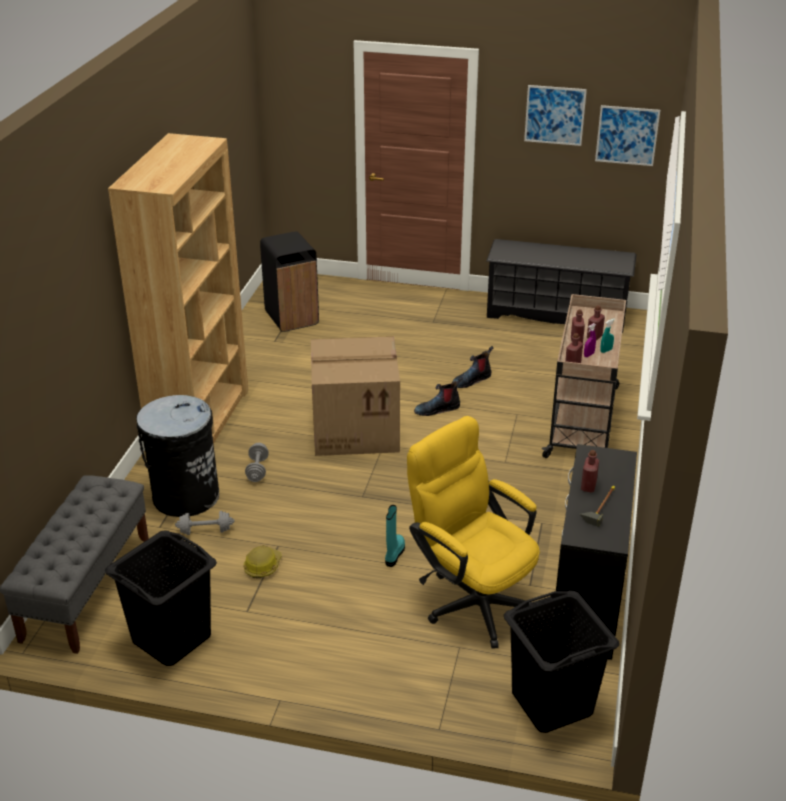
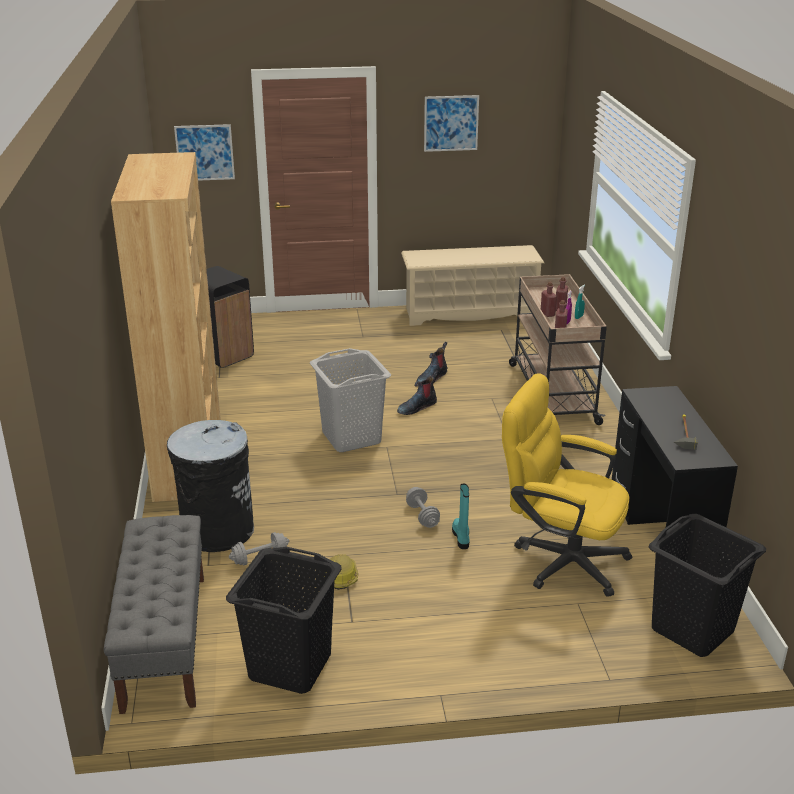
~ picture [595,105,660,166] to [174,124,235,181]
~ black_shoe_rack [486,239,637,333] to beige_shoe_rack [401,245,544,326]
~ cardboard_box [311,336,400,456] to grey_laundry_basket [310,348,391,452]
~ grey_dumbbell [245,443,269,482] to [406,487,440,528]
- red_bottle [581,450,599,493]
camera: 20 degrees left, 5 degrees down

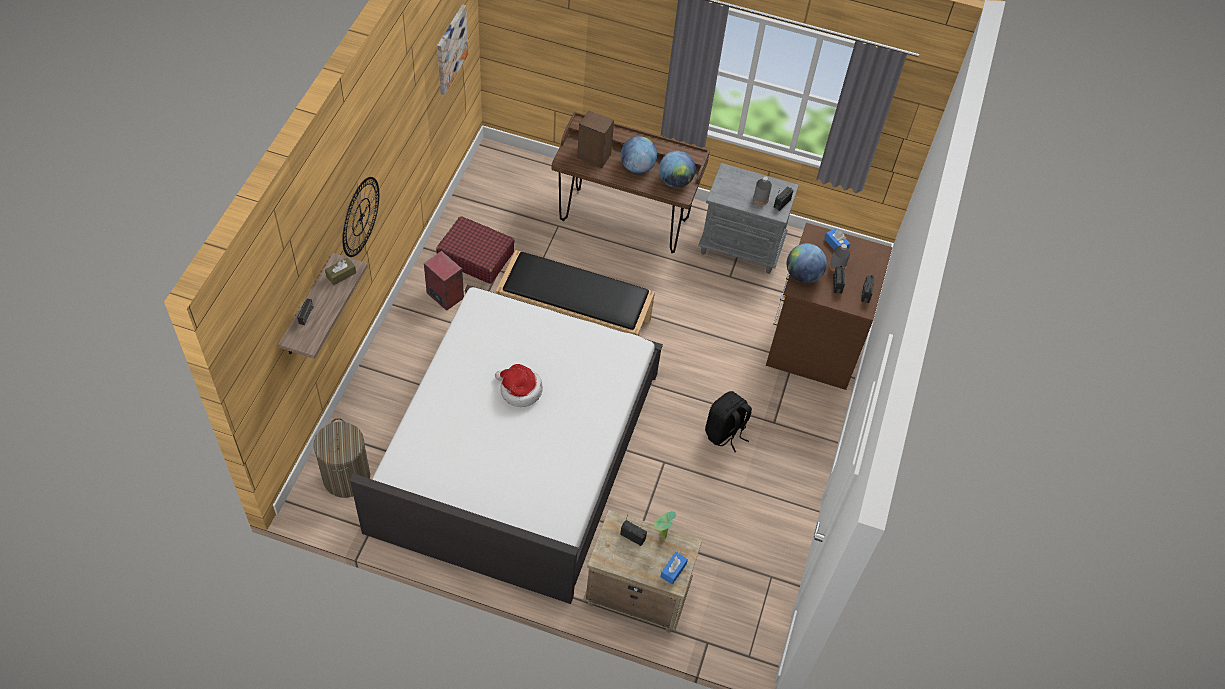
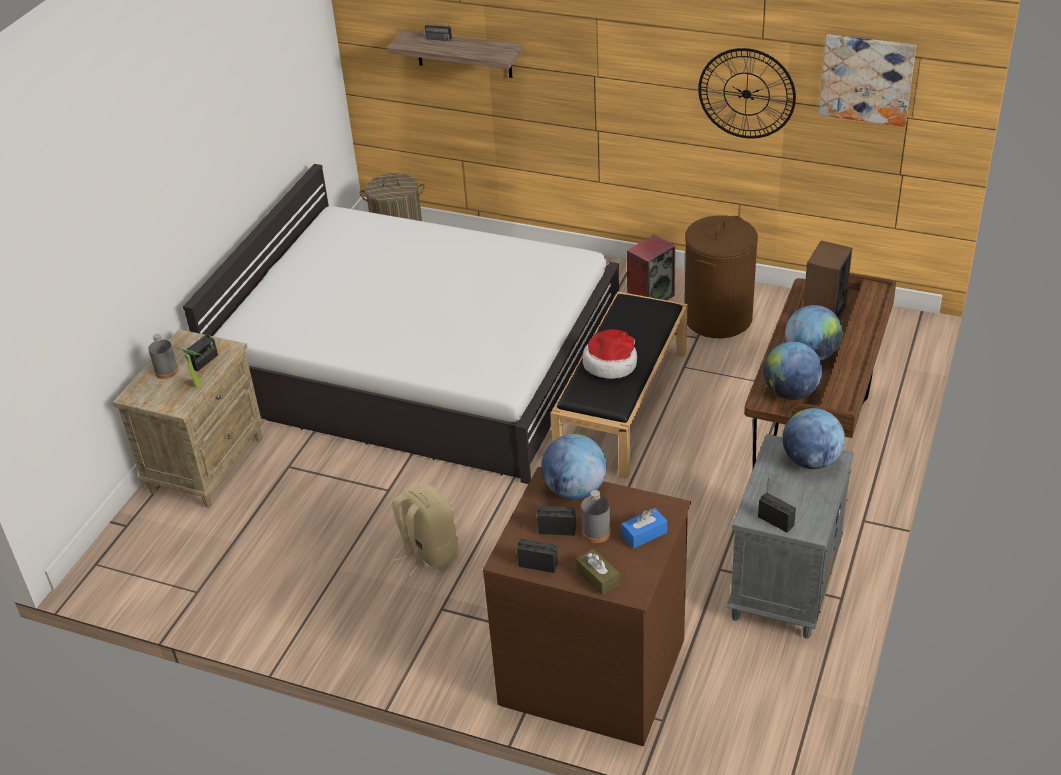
~ grey_bottle [753,176,772,205] to [148,334,178,379]
~ wall_clock [342,177,379,257] to [698,48,796,139]
~ red_suitcase [436,216,515,284] to brown_laundry_basket [684,215,758,338]
~ brown_tissue_box [325,257,356,285] to [576,549,620,595]
~ hat [495,364,543,407] to [583,329,637,379]
~ black_backpack [705,391,752,452] to beige_backpack [393,484,458,576]
- blue_tissue_box [660,552,688,585]
+ globe [783,408,845,469]
camera: 100 degrees right, 15 degrees down

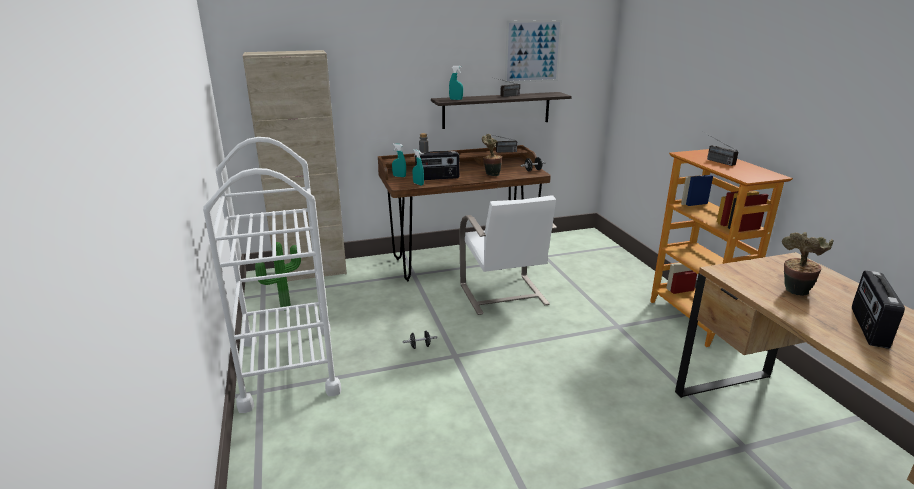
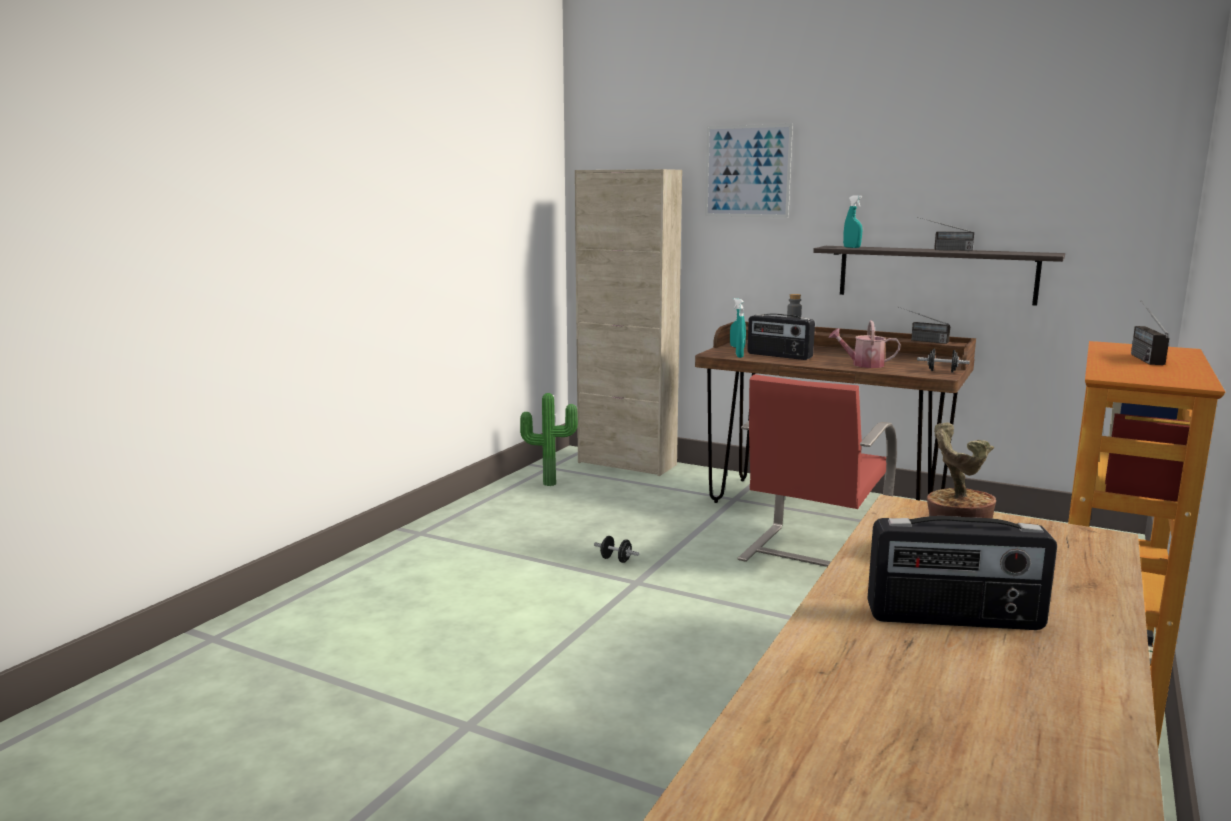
~ picture [505,20,562,83] to [705,124,793,218]
~ potted_plant [482,134,502,176] to watering_can [828,321,901,368]
- white_cart [203,137,341,413]
~ white_chair [459,196,557,315] to red_chair [738,374,897,567]
~ radio [852,271,905,349] = [868,516,1057,630] 150 degrees counterclockwise
camera: 45 degrees right, 10 degrees down

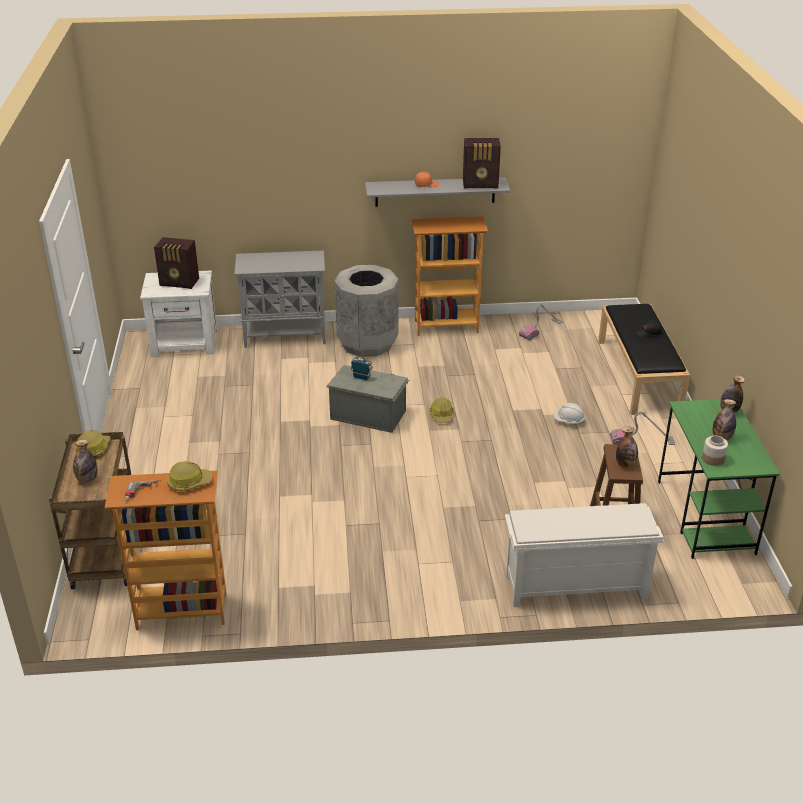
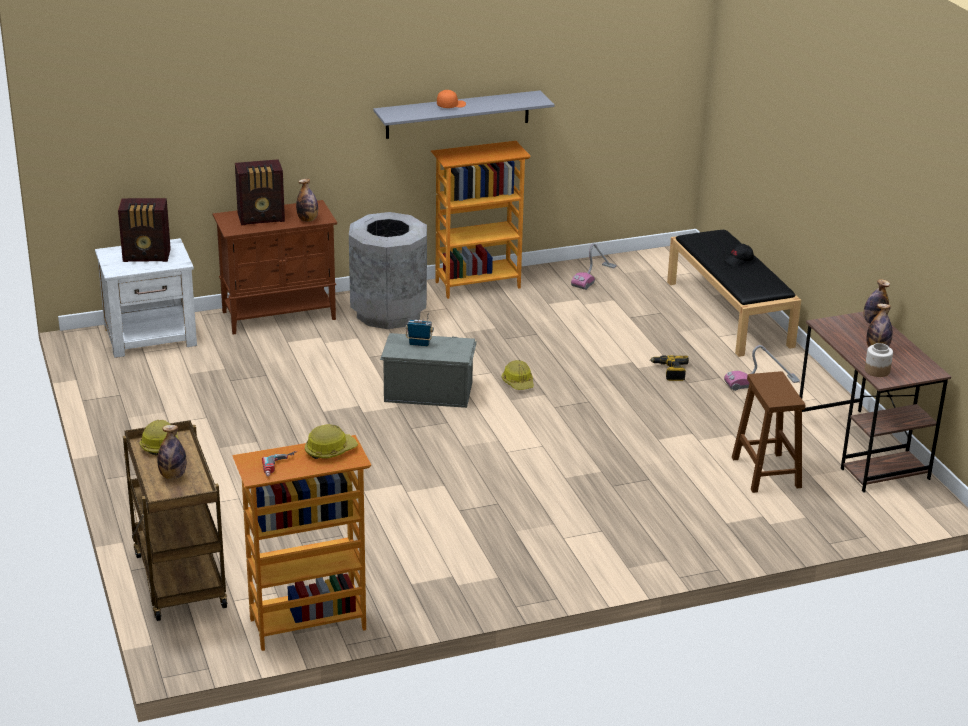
~ radio [463,138,501,189] to [235,159,285,225]
~ grey_cabinet [234,250,326,348] to brown_cabinet [213,200,337,334]
~ green_desk [658,399,780,559] to brown_desk [799,312,951,493]
~ white_hard_hat [554,403,585,424] to power_drill [650,355,689,381]
~ bottle [616,426,638,468] to [296,179,318,222]
- white_shoe_rack [505,503,663,607]
camera: 15 degrees left, 5 degrees down

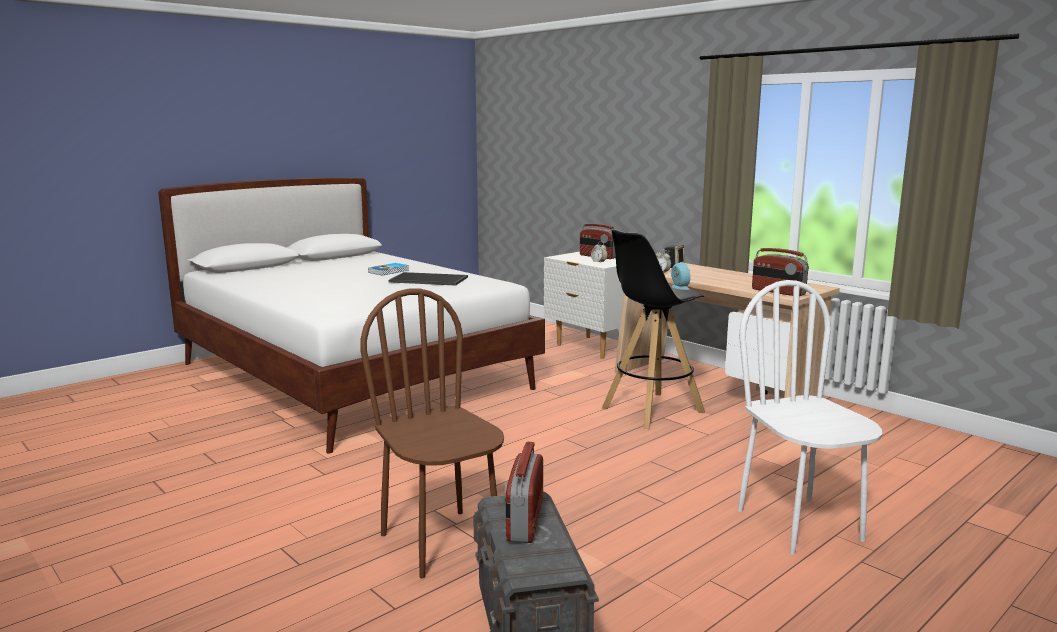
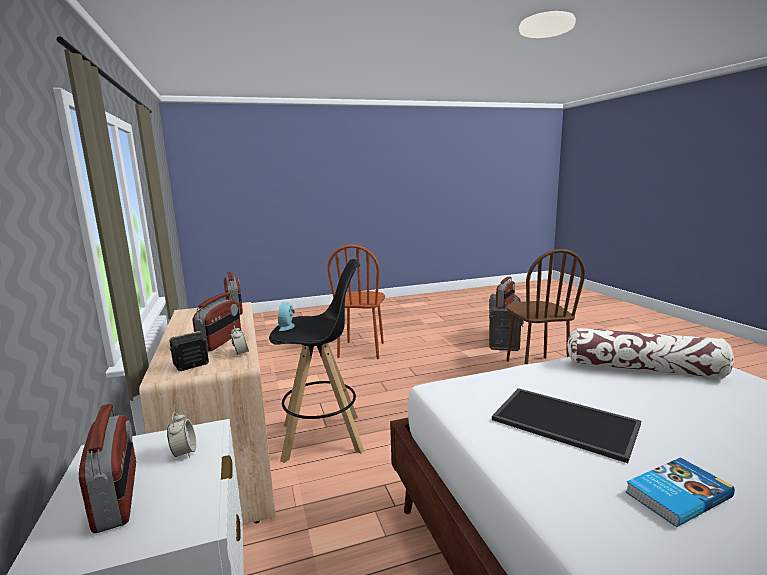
~ white_chair [738,280,882,554] to brown_chair [327,245,385,359]
+ radio [193,293,241,351]
+ pillow [567,327,734,378]
camera: 155 degrees left, 0 degrees up

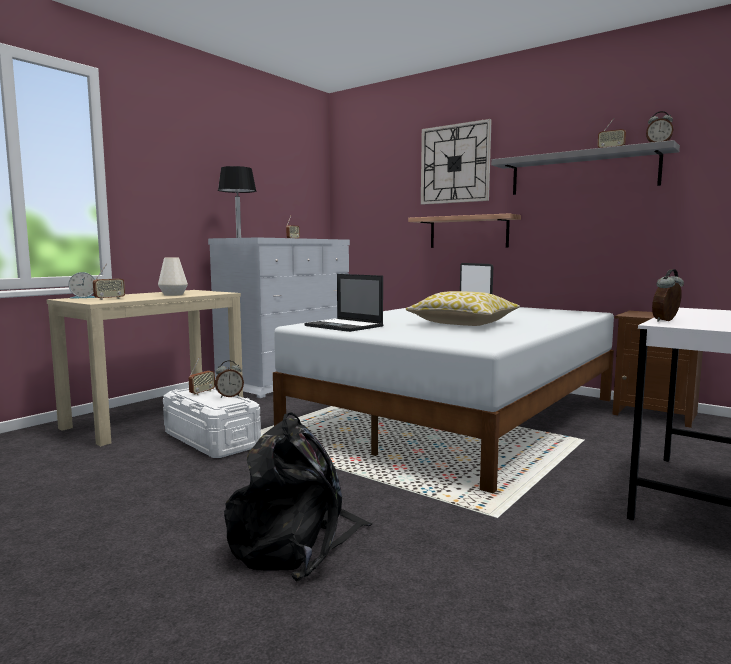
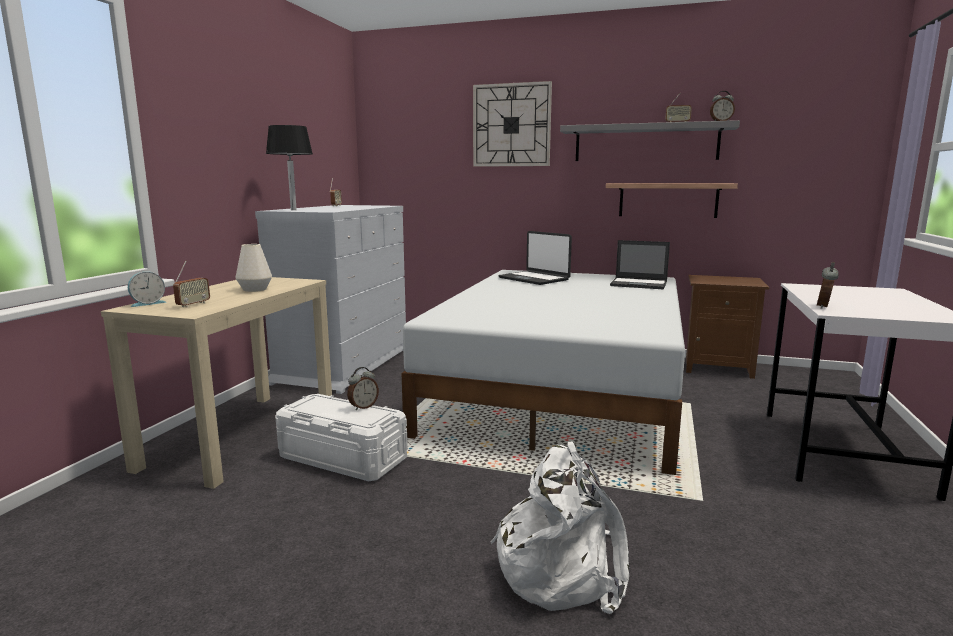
~ shelf [408,214,521,248] to [606,183,738,218]
~ laptop [304,274,383,332] to [610,240,670,289]
- pillow [405,291,520,326]
- radio [189,358,215,395]
~ black_backpack [224,412,373,581] to white_backpack [490,442,629,614]
camera: 20 degrees left, 5 degrees up

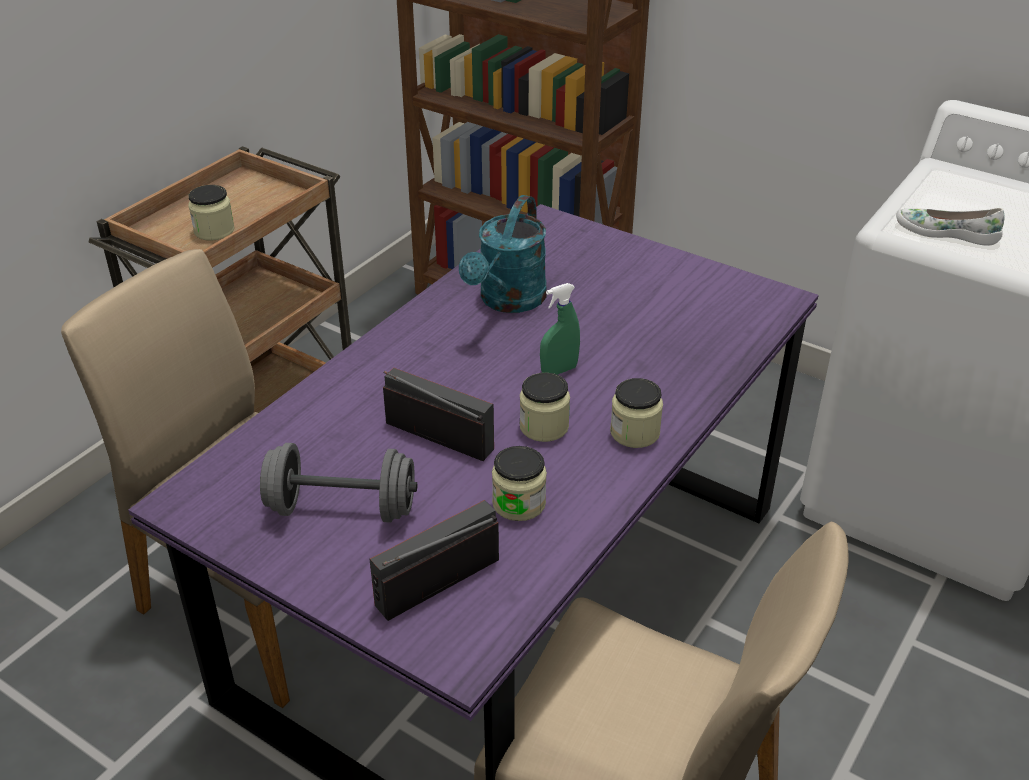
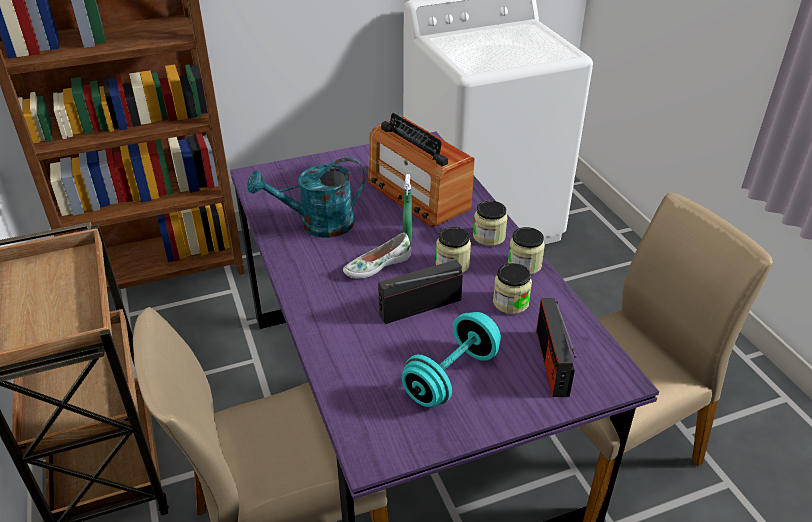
~ jar [188,185,235,241] to [508,227,545,274]
~ turquoise_watering_can [459,195,547,313] = [247,157,365,238] 105 degrees clockwise
~ white_shoe [896,208,1005,246] to [343,233,411,278]
~ grey_dumbbell [260,443,417,523] to turquoise_dumbbell [402,312,501,407]
+ radio [368,113,475,227]
camera: 55 degrees left, 0 degrees up

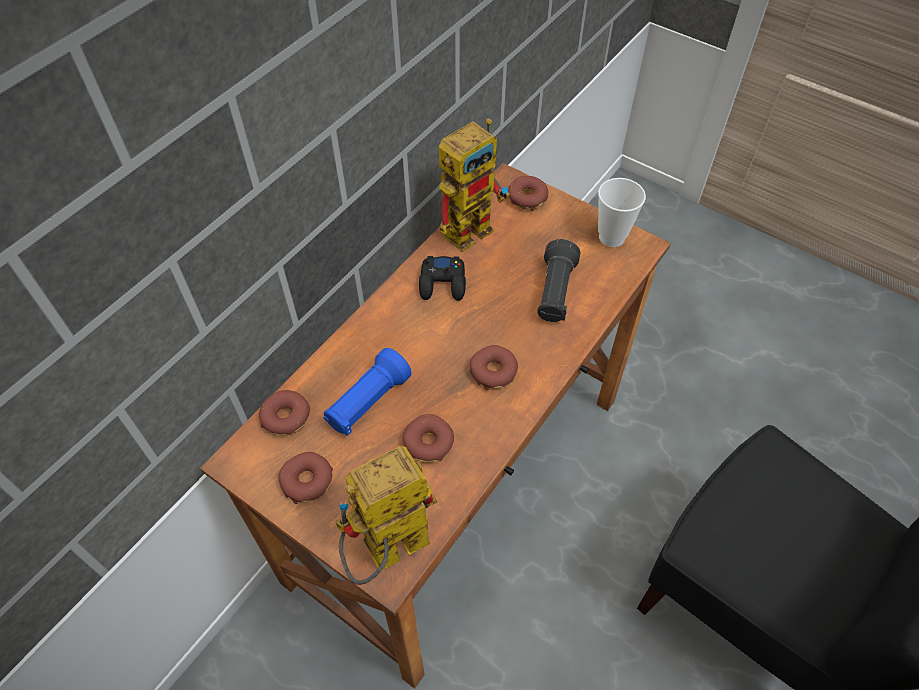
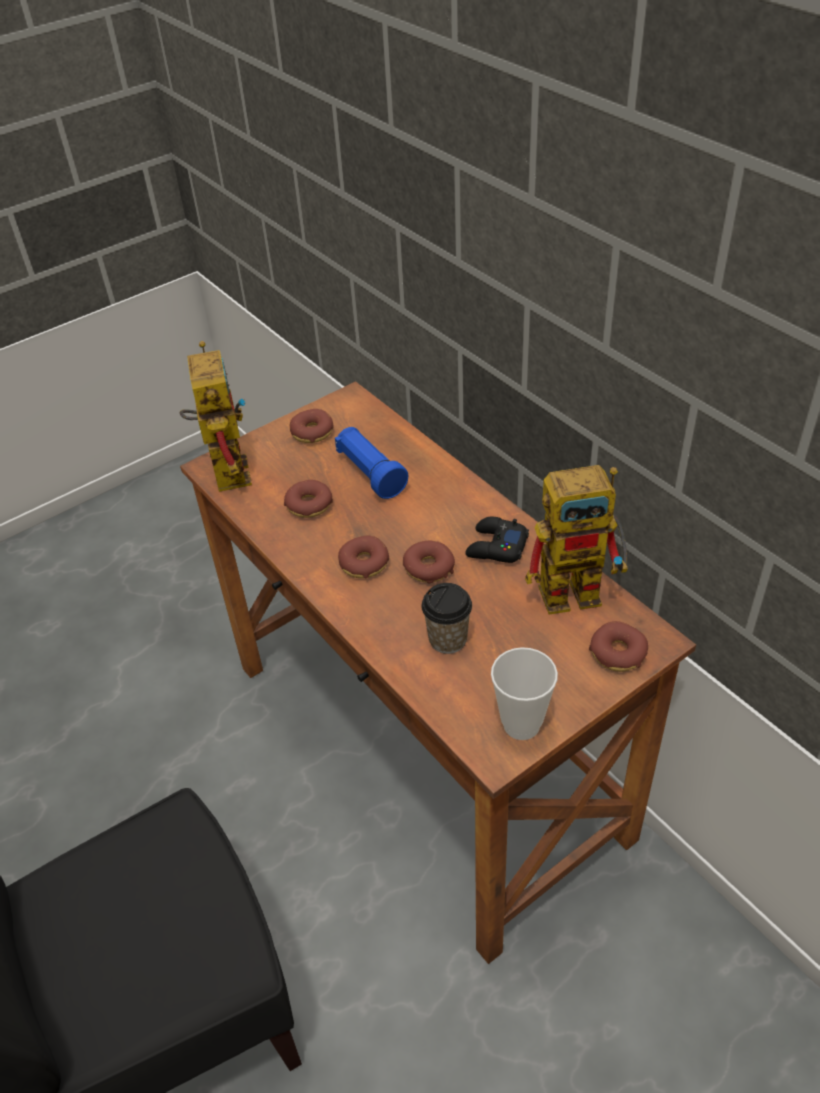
~ toy_robot [439,118,510,252] = [525,465,628,615] 75 degrees counterclockwise
~ black_flashlight [537,239,580,322] to cup [421,583,472,654]
~ donut [259,390,310,436] to [403,541,455,583]
camera: 110 degrees right, 10 degrees down

